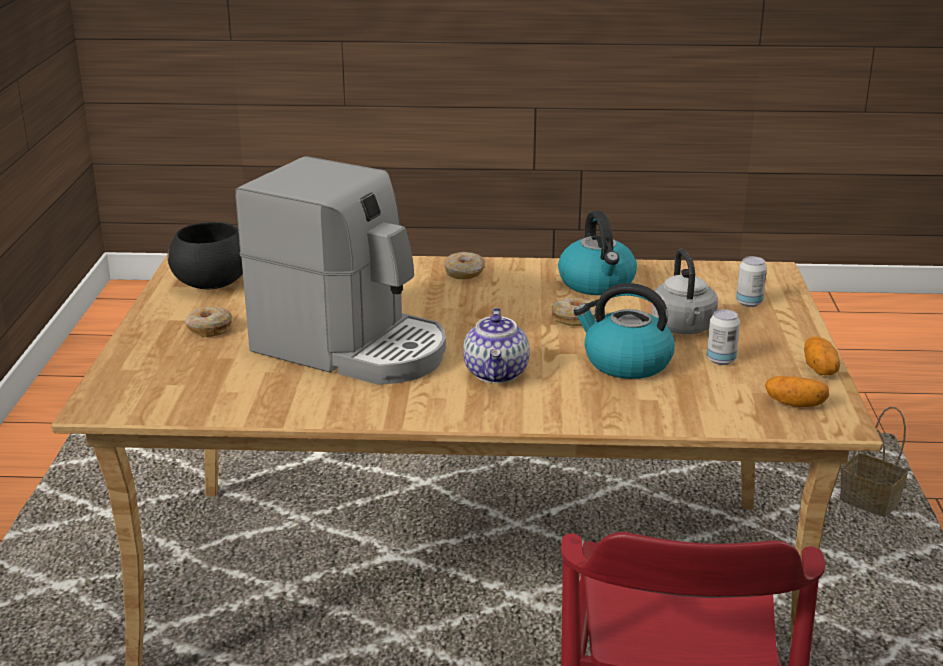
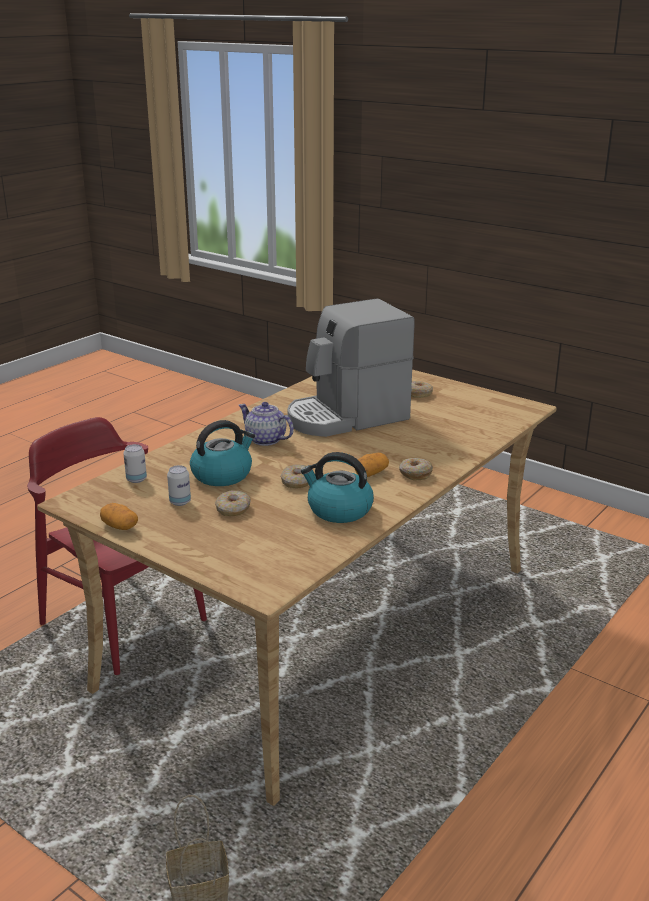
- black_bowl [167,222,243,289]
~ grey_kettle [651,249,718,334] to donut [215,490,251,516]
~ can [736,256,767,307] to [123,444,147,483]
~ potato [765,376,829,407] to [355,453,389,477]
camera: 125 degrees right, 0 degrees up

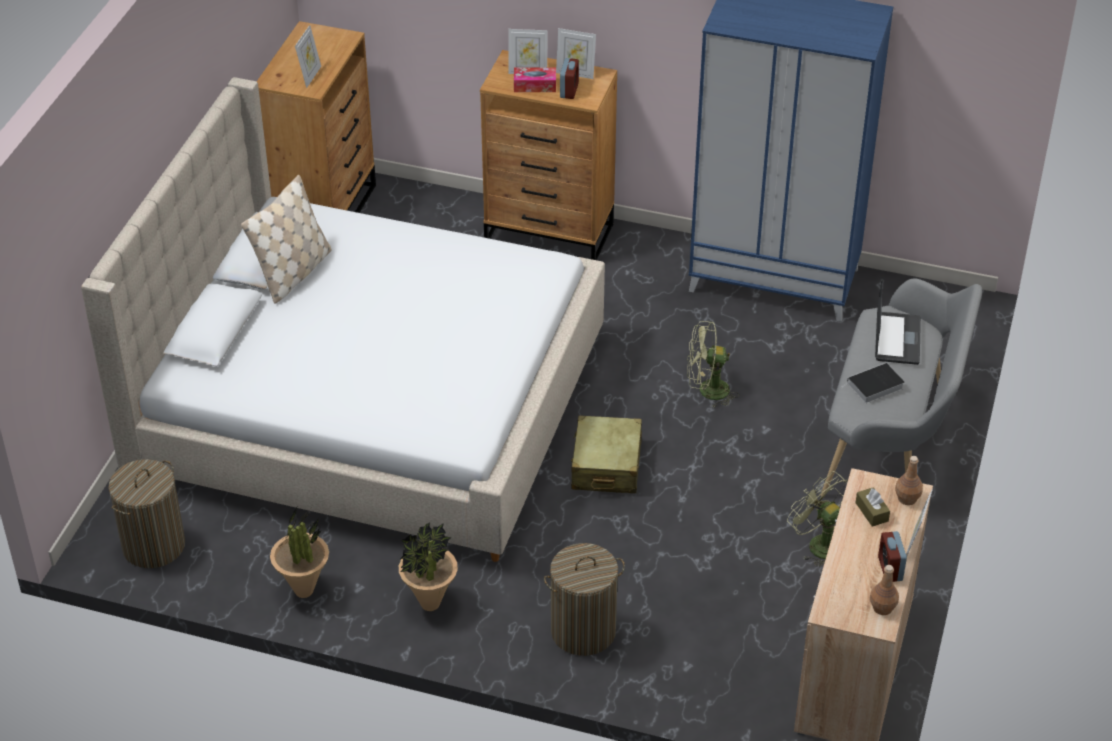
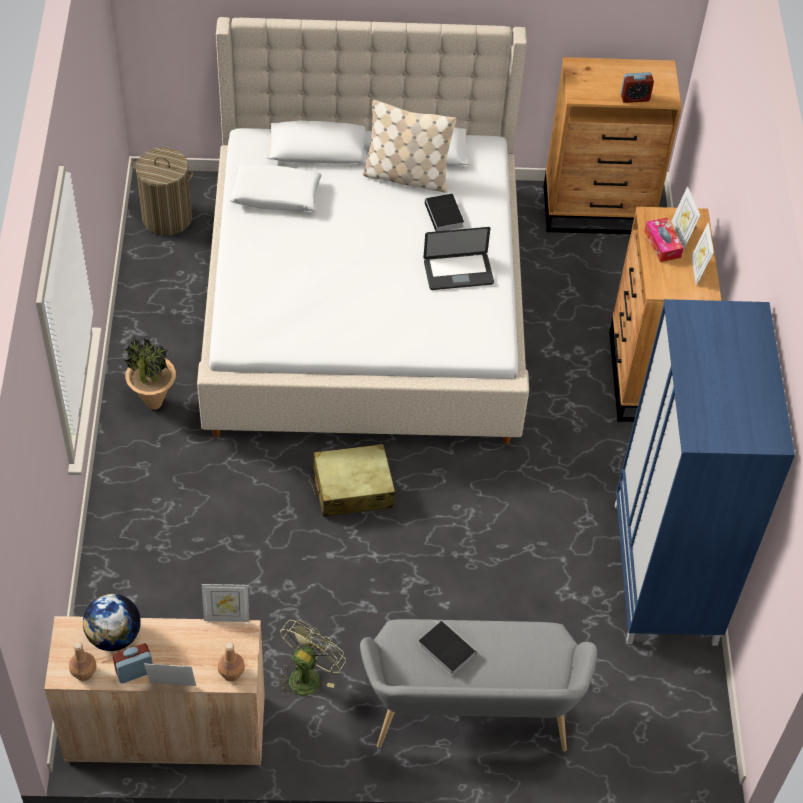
~ picture_frame [295,25,321,88] to [202,584,249,622]
~ alarm_clock [560,58,579,99] to [621,72,654,103]
~ laptop [875,280,921,365] to [423,227,494,290]
- green_fan [687,321,739,408]
- brown_tissue_box [855,487,890,527]
- potted_plant [270,508,329,598]
- laundry_basket [544,543,625,656]
+ white_pillow [229,164,321,211]
+ book [425,194,464,231]
+ globe [83,594,141,651]
camera: 70 degrees right, 10 degrees up

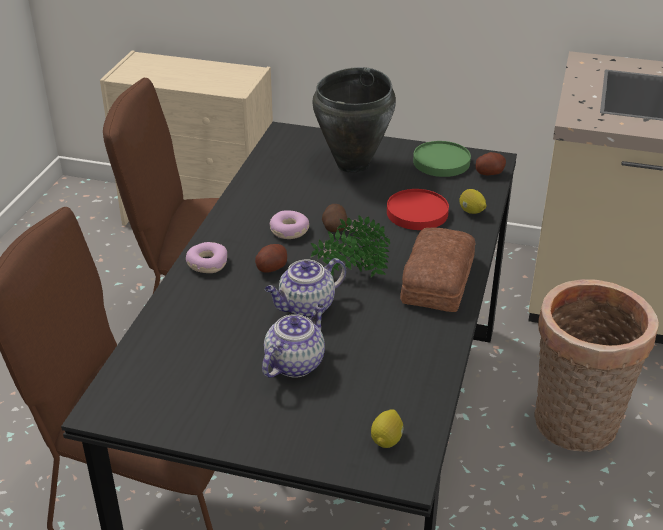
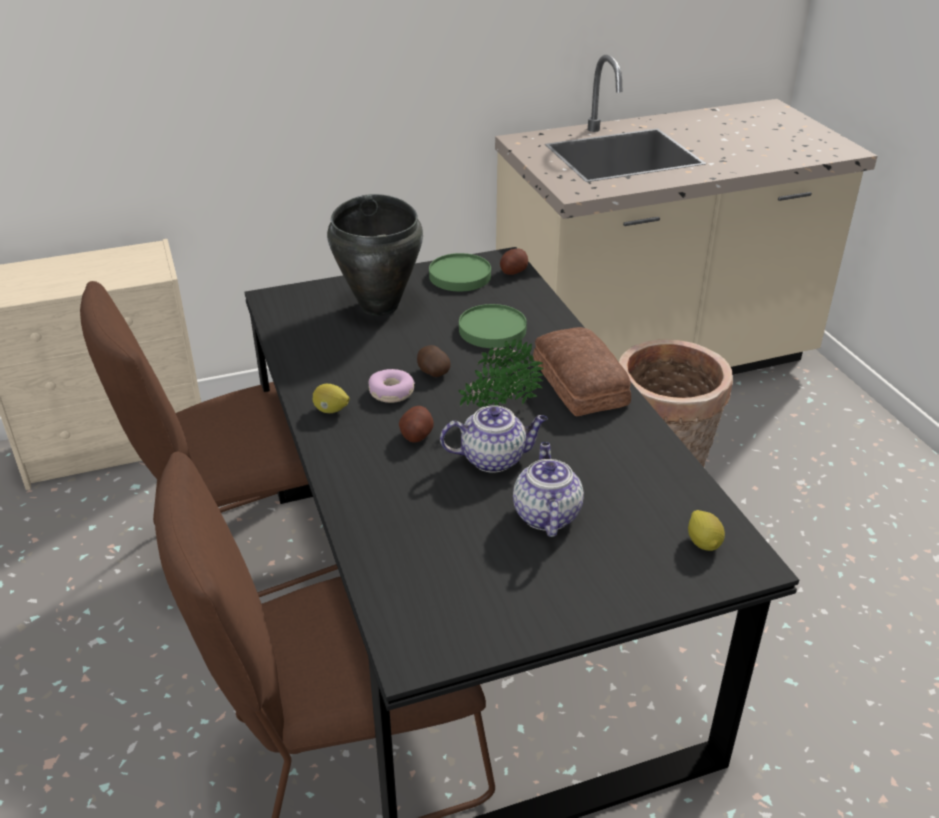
~ red_plate [387,189,449,230] to green_plate [459,304,527,348]
~ lemon [459,189,486,214] to [313,384,349,413]
- donut [186,242,227,273]
~ teapot [265,258,346,318] = [440,406,548,473] 120 degrees counterclockwise
camera: 35 degrees left, 0 degrees up

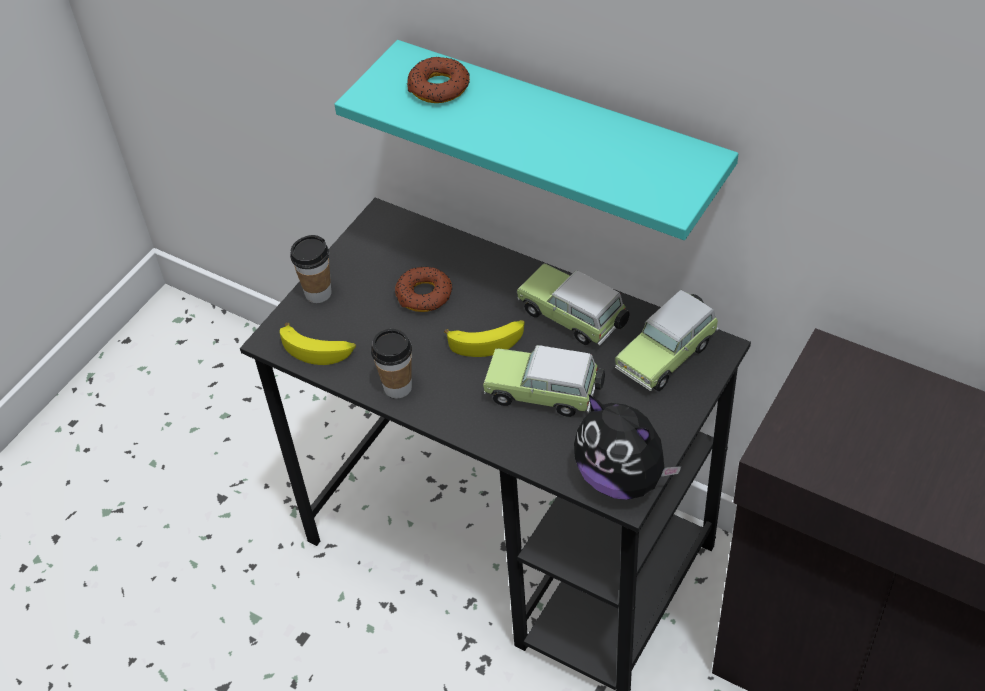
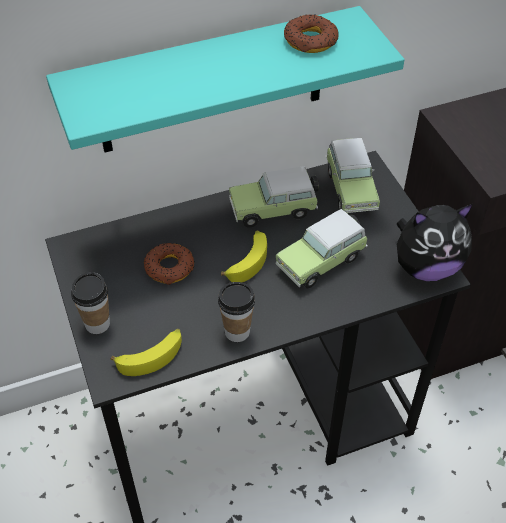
~ donut [407,57,470,103] to [284,15,339,53]
camera: 55 degrees left, 0 degrees up

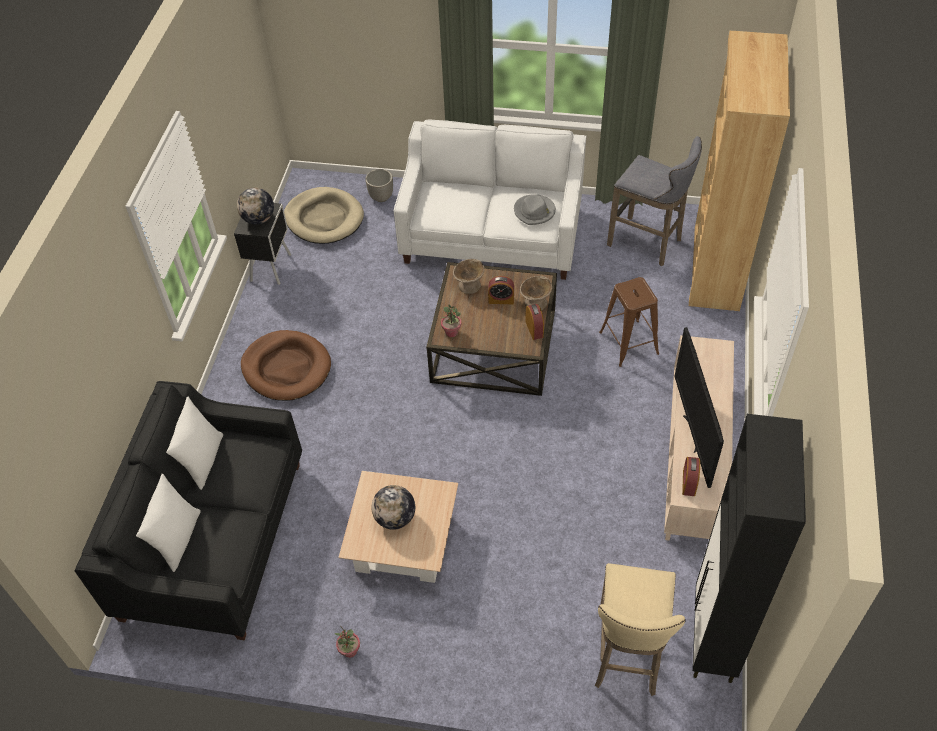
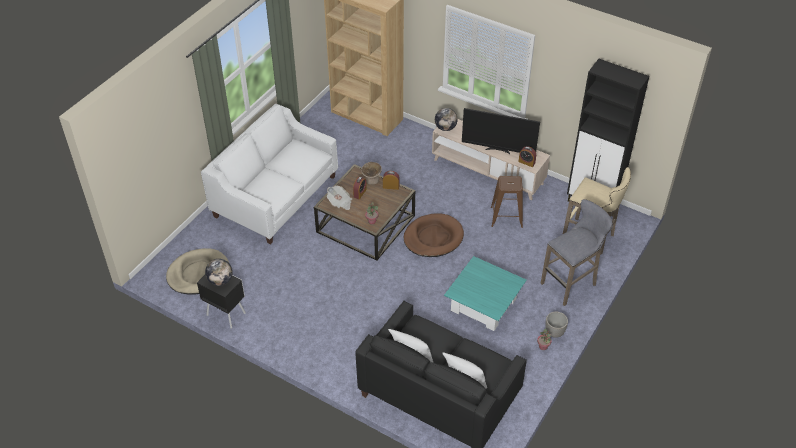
~ grey_stool [607,136,702,266] to [540,199,613,306]
~ planter [365,169,393,202] to [545,312,568,338]
- grey_hat [514,194,556,225]
~ beige_bowl [453,259,485,294] to newspaper [327,186,352,210]
~ brown_stool [599,277,659,367] to [491,176,523,228]
~ brown_dog_bed [241,330,331,401] to [404,214,464,257]
~ beige_coffee_table [338,471,458,583] to turquoise_coffee_table [444,256,527,331]
~ globe [371,485,415,530] to [435,108,458,131]
camera: 70 degrees left, 5 degrees down

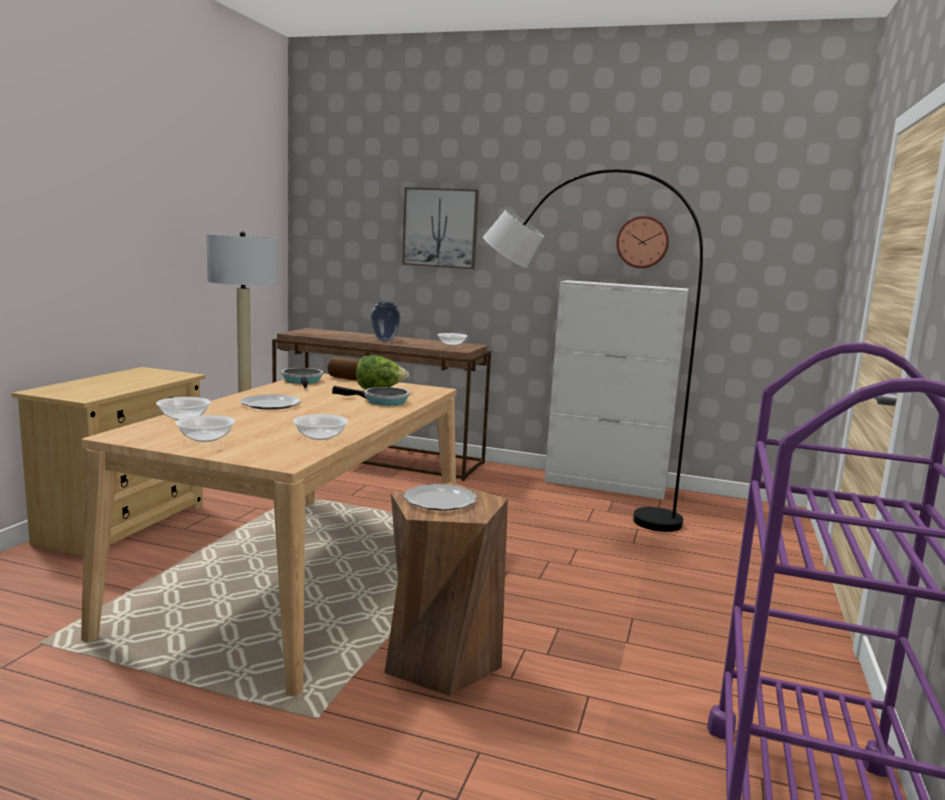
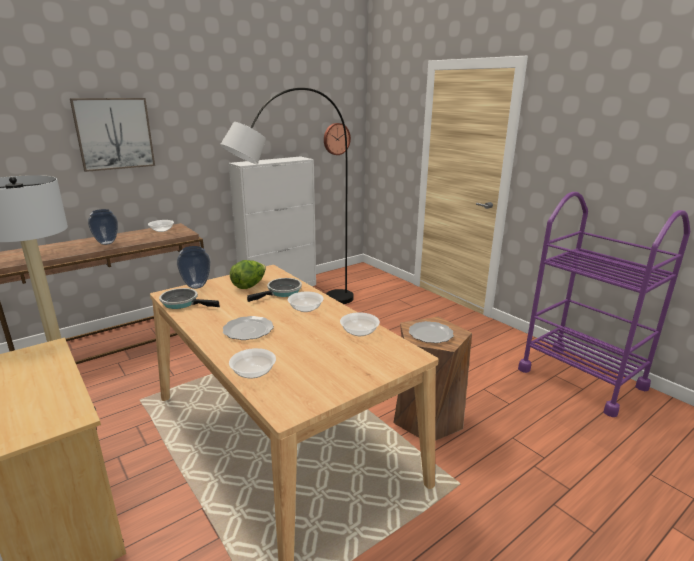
~ wall_clock [616,216,669,268] to [324,123,351,155]
~ bread [328,357,359,380] to vase [177,246,210,289]
~ bowl [176,415,235,442] to [288,291,324,312]
camera: 55 degrees left, 10 degrees up

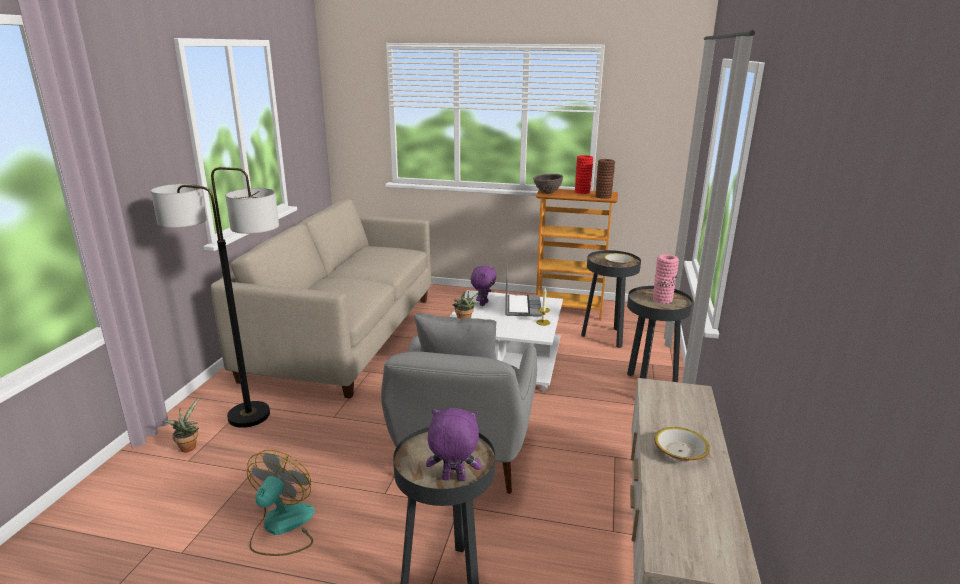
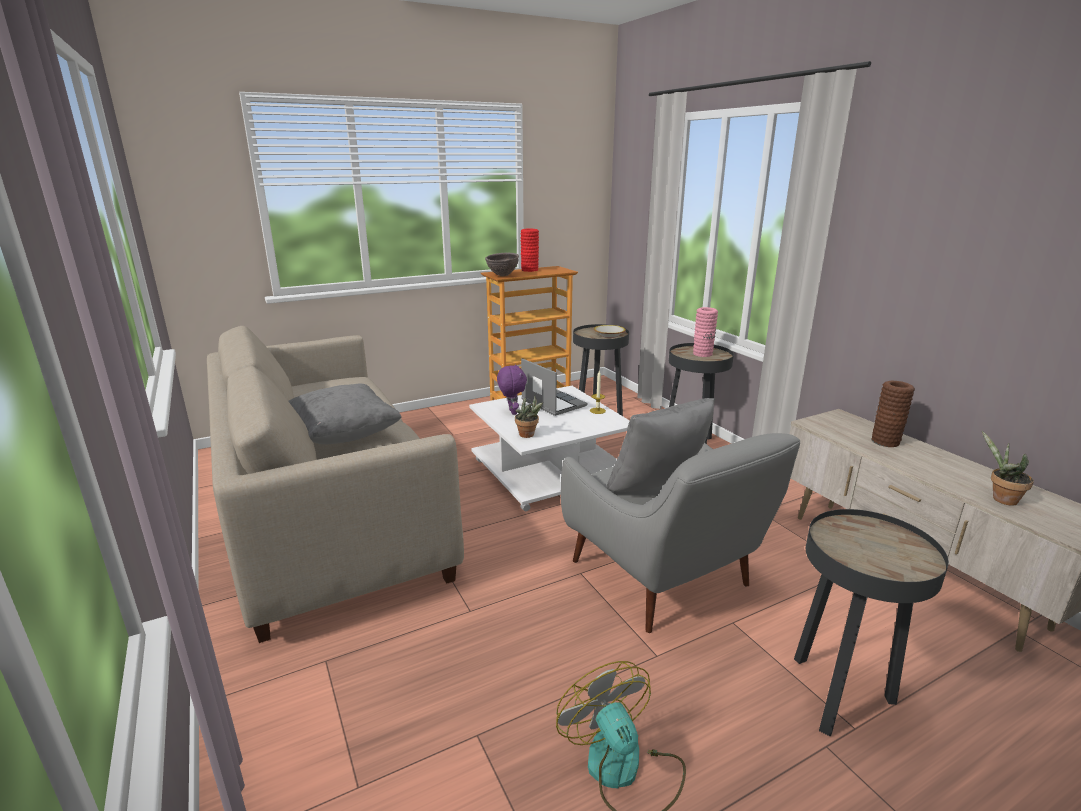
~ brown_vase [595,159,615,199] to [871,381,915,447]
- floor_lamp [151,167,279,428]
~ potted_plant [163,398,199,452] to [982,431,1034,506]
- purple_plush_toy [426,408,482,481]
- bowl [654,427,710,461]
+ grey_pillow [288,383,402,444]
camera: 40 degrees left, 0 degrees up

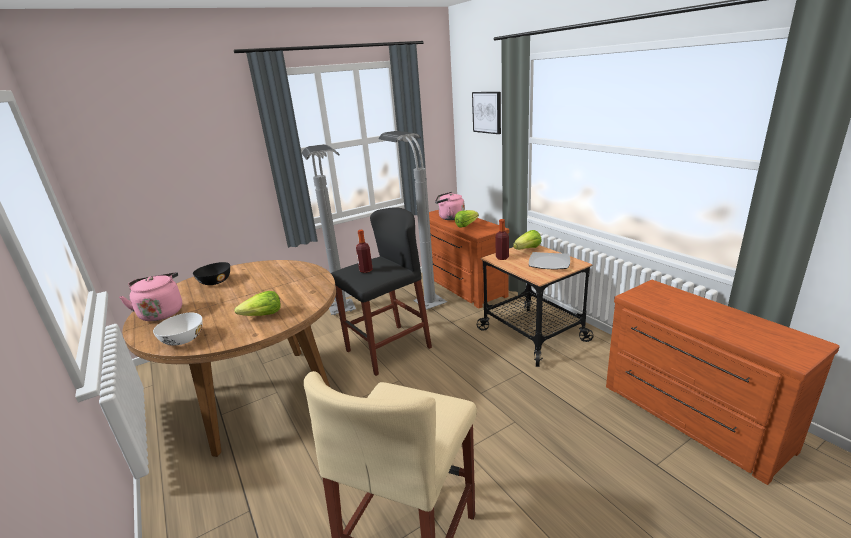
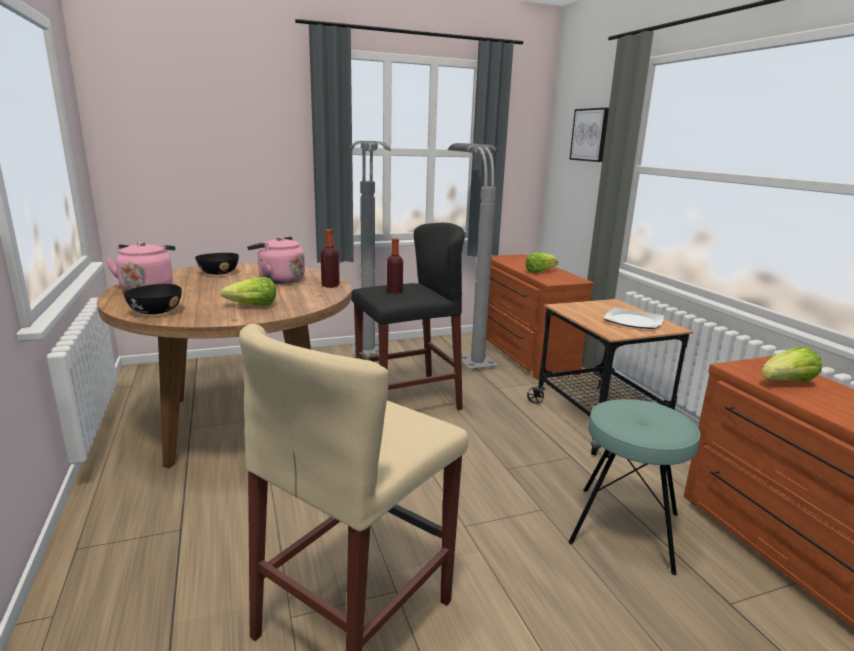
~ pink_kettle [435,192,465,220] to [247,237,305,284]
~ bottle [495,219,509,260] to [321,229,340,288]
~ lettuce [513,230,542,250] to [761,346,822,382]
~ white_bowl [153,312,203,345] to black_bowl [123,284,182,315]
+ turquoise_stool [569,399,701,575]
camera: 10 degrees right, 5 degrees down

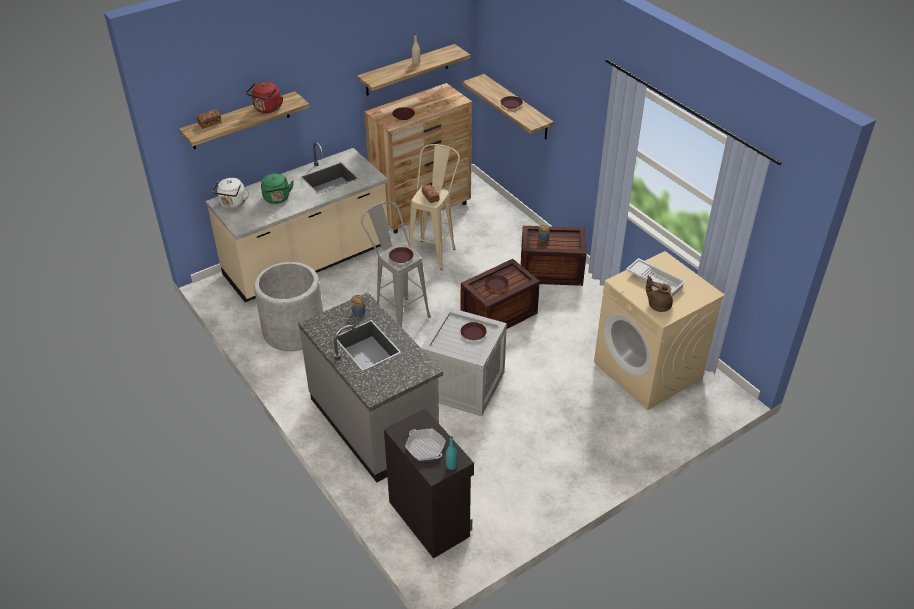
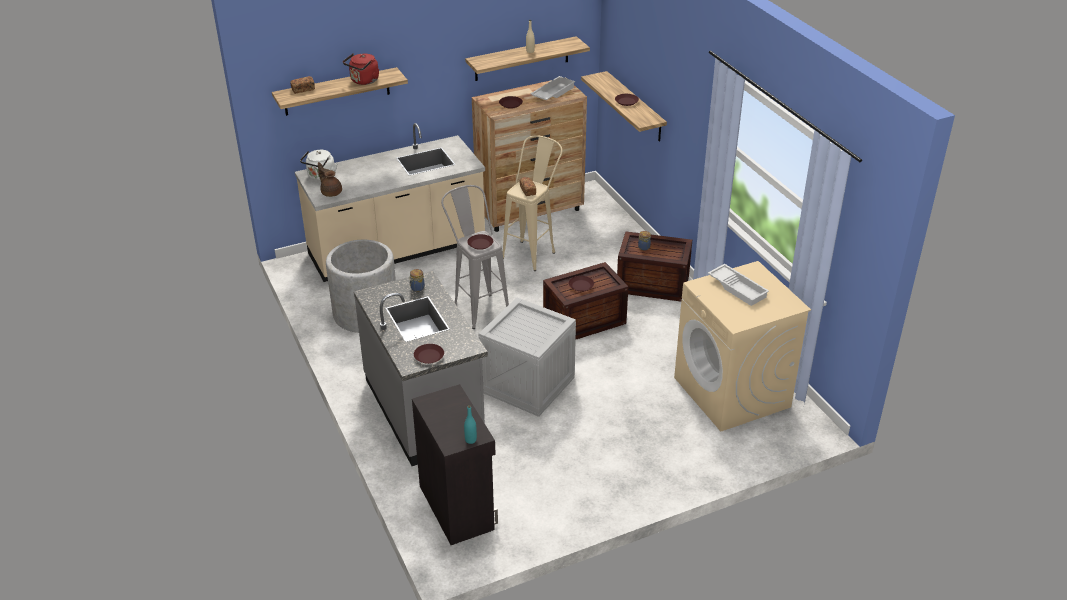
- green_kettle [261,174,294,204]
~ brown_teapot [646,276,673,312] to [318,162,342,197]
~ brown_plate [461,322,487,340] to [414,344,444,364]
- frying_pan [405,429,446,461]
+ white_tray [530,76,576,100]
camera: 10 degrees right, 5 degrees down

